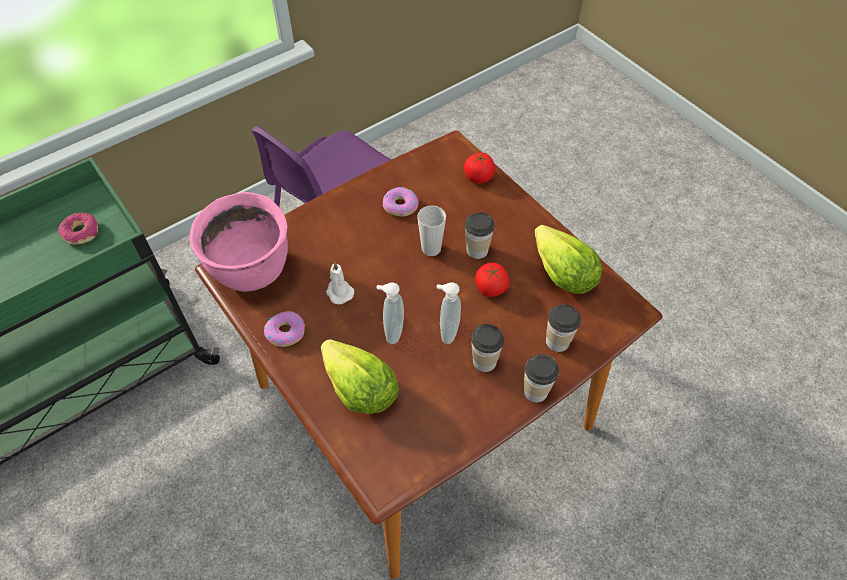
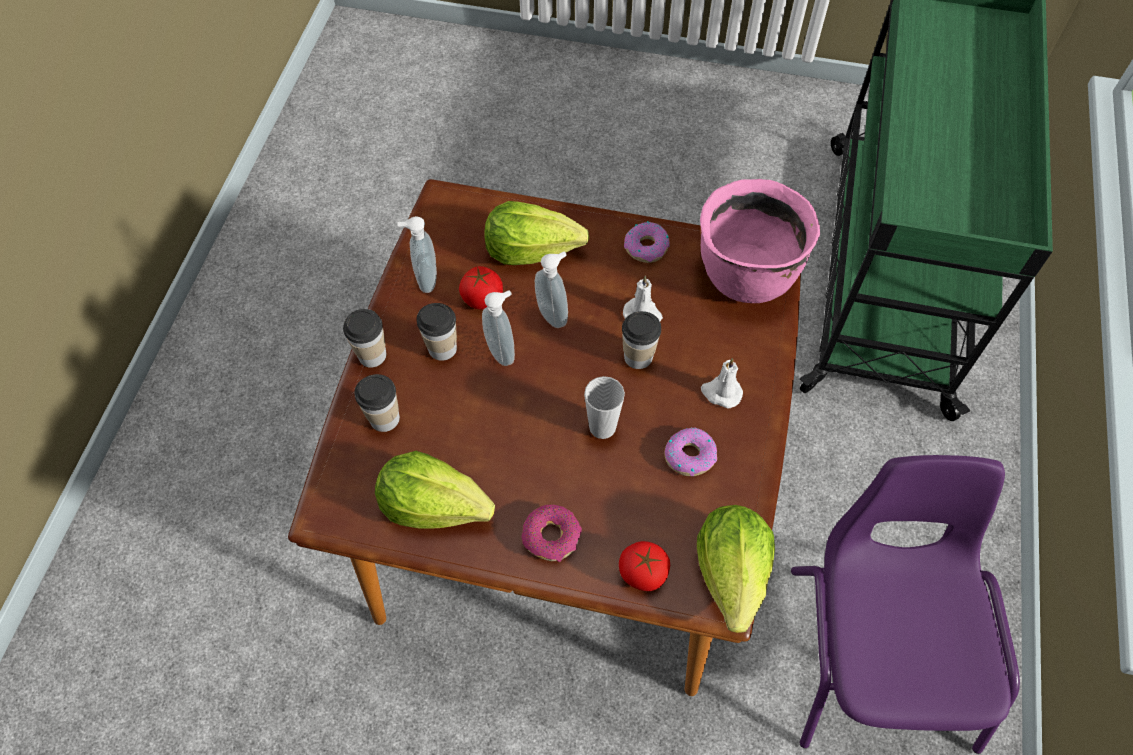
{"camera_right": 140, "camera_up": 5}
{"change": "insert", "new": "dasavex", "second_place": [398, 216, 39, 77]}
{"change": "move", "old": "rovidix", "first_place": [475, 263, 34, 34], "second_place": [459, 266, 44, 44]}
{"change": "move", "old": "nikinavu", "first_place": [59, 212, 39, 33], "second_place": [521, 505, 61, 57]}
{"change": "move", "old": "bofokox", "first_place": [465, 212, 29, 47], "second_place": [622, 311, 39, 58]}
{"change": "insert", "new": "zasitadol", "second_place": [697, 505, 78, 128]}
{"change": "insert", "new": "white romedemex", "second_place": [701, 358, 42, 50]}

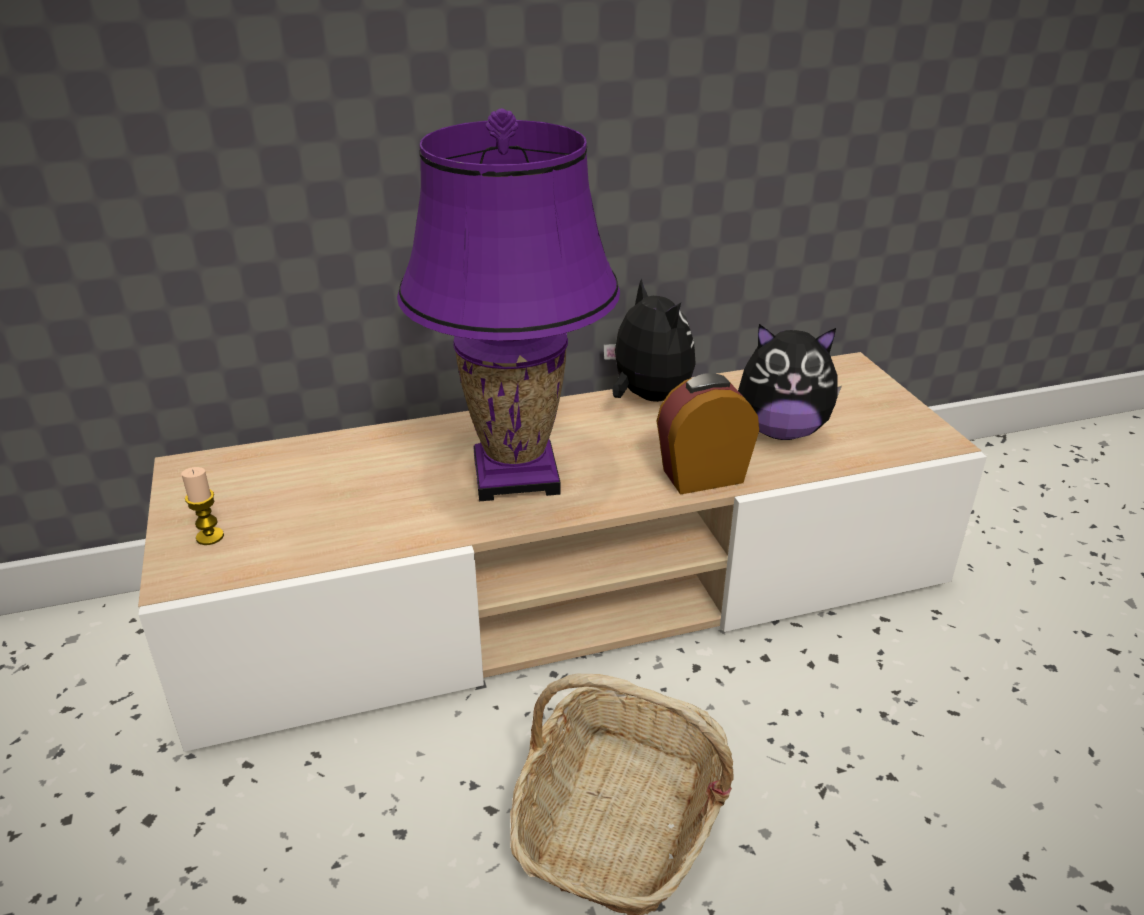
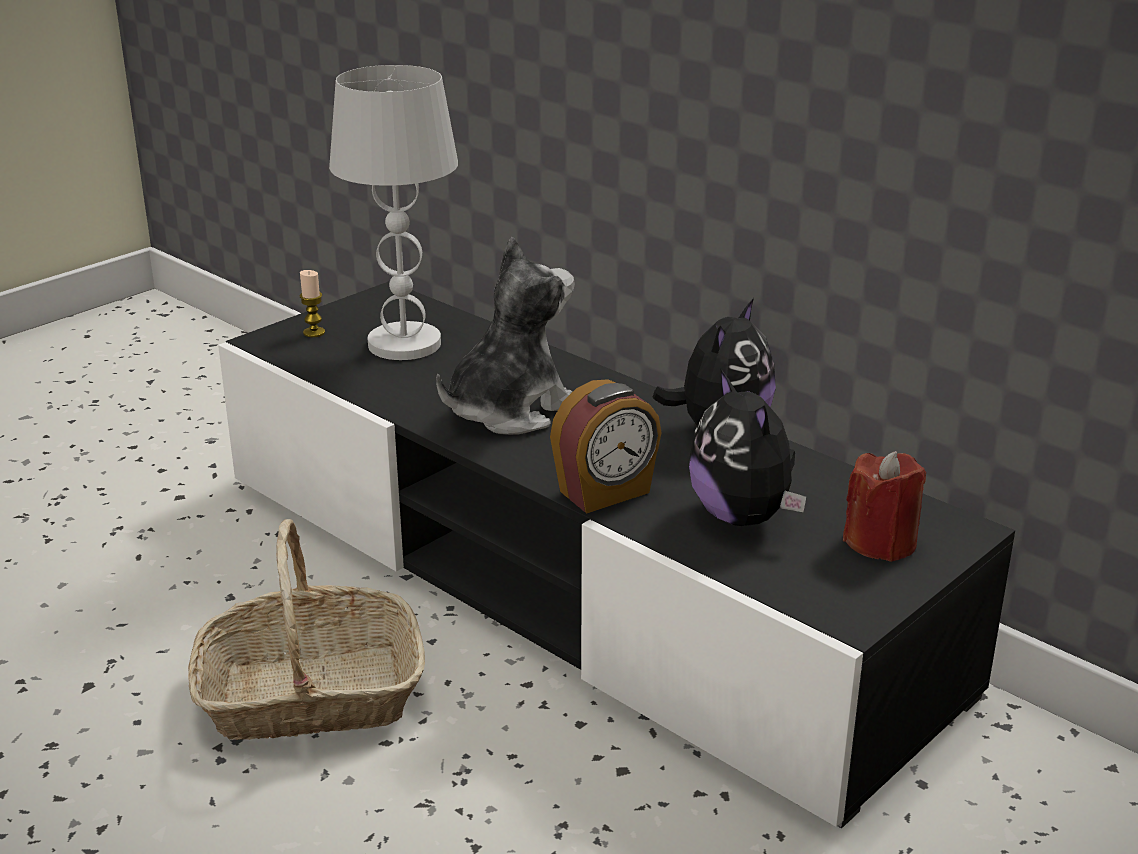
{"camera_right": 60, "camera_up": -5}
{"change": "recolor", "old": "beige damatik", "new": "black damatik", "first_place": [138, 352, 849, 400], "second_place": [218, 281, 797, 547]}
{"change": "insert", "new": "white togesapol", "second_place": [329, 65, 129, 295]}
{"change": "replace", "old": "purple togesapol", "new": "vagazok", "first_place": [397, 108, 223, 393], "second_place": [436, 237, 139, 198]}
{"change": "rotate", "old": "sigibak", "first_place": [657, 373, 102, 122], "second_place": [550, 379, 111, 135], "degrees": 105}
{"change": "insert", "new": "red romedemex", "second_place": [843, 451, 83, 111]}

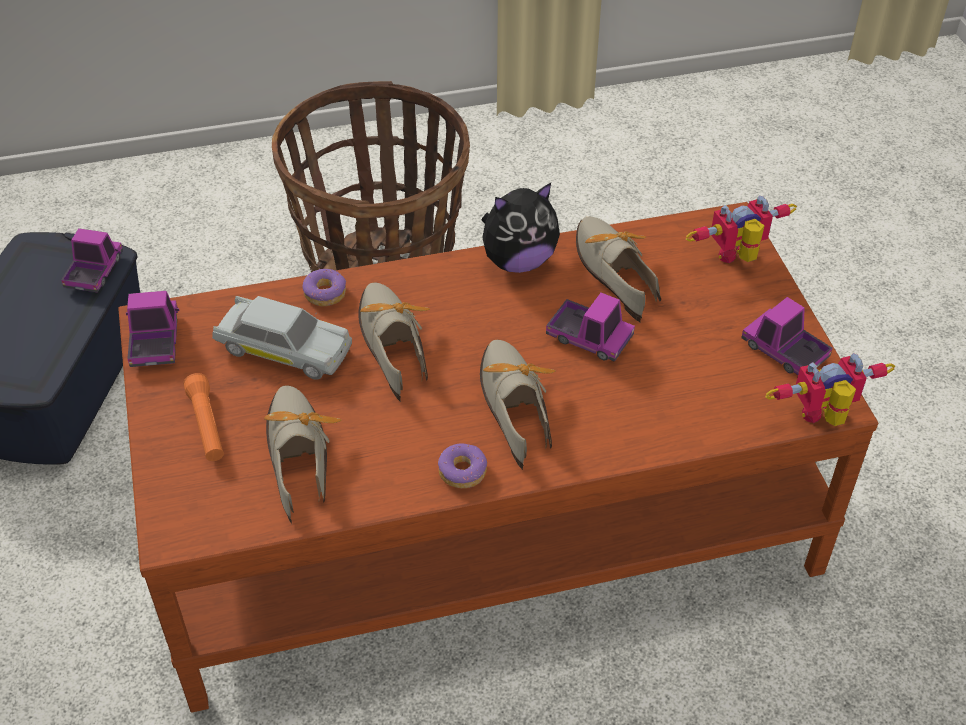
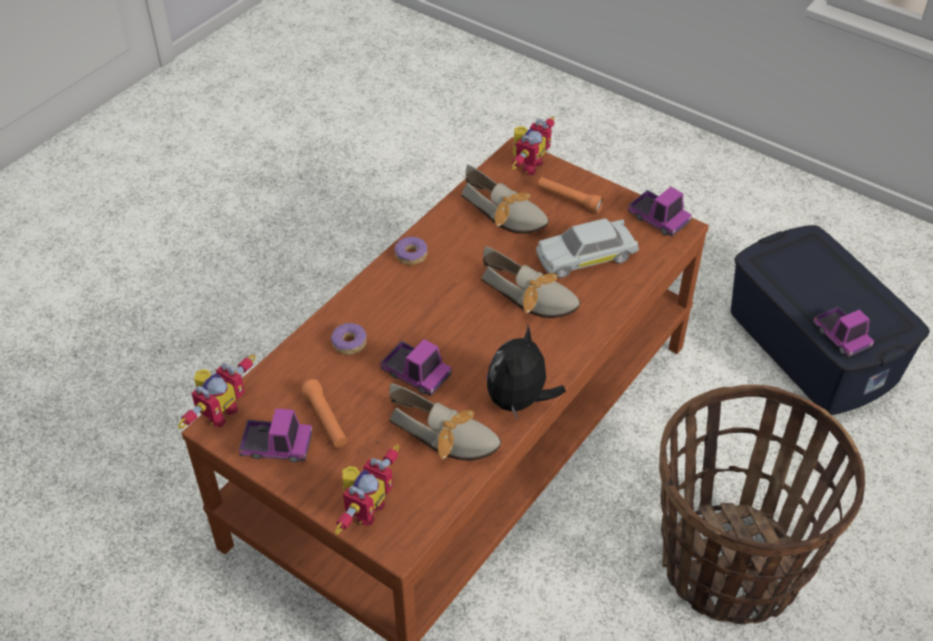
{"camera_right": 140, "camera_up": 0}
{"change": "insert", "new": "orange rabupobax", "second_place": [301, 379, 46, 69]}
{"change": "move", "old": "nikinavu", "first_place": [302, 269, 45, 37], "second_place": [331, 322, 36, 33]}
{"change": "rotate", "old": "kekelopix", "first_place": [546, 293, 89, 69], "second_place": [380, 339, 72, 57], "degrees": -135}
{"change": "insert", "new": "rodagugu", "second_place": [512, 116, 43, 59]}
{"change": "delete", "old": "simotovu", "first_place": [480, 340, 75, 130]}

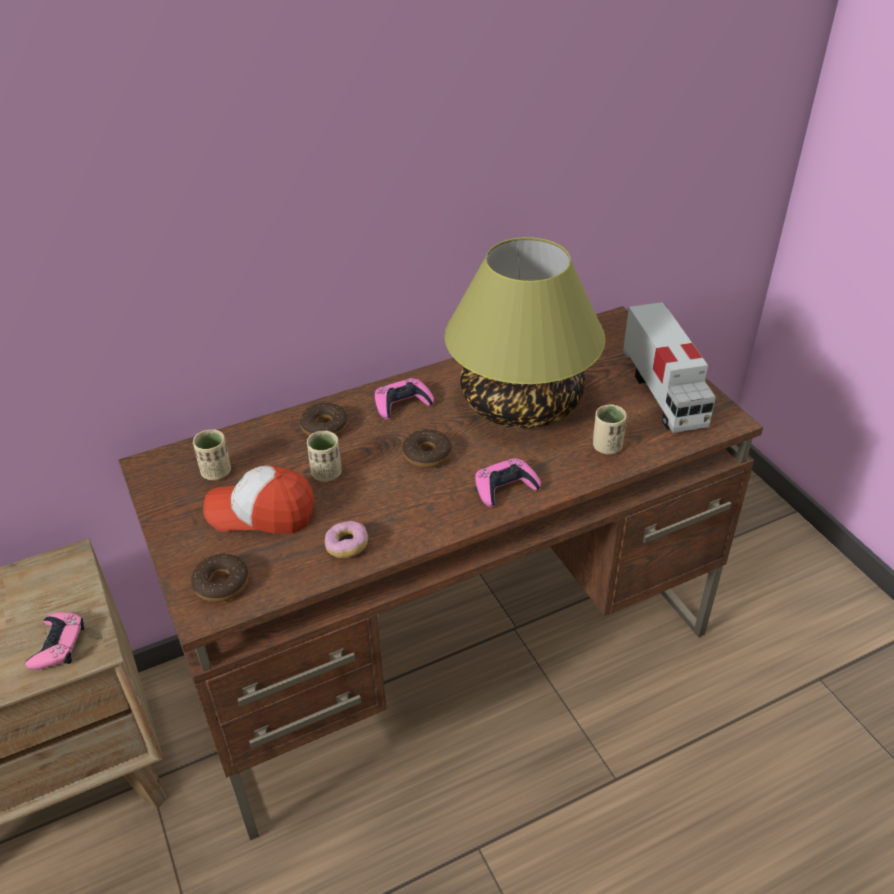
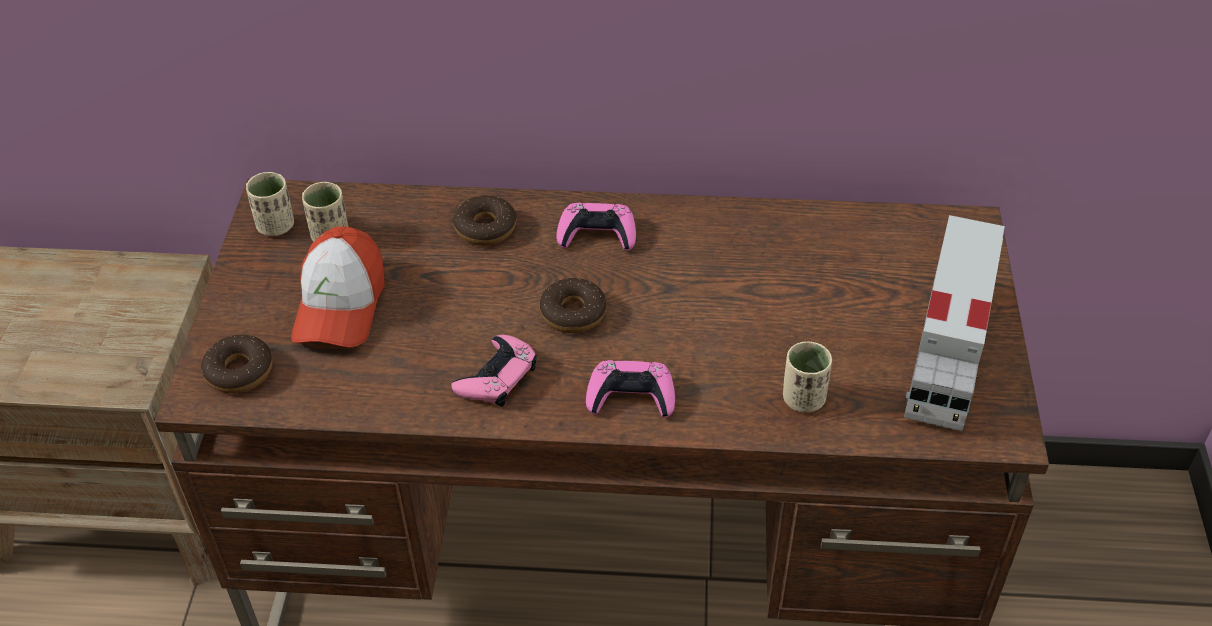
{"camera_right": 30, "camera_up": 5}
{"change": "move", "old": "beige bofokox", "first_place": [307, 431, 34, 51], "second_place": [246, 172, 48, 64]}
{"change": "rotate", "old": "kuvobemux", "first_place": [203, 465, 111, 69], "second_place": [291, 226, 94, 122], "degrees": -120}
{"change": "move", "old": "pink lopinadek", "first_place": [25, 612, 59, 58], "second_place": [451, 335, 86, 72]}
{"change": "delete", "old": "nikinavu", "first_place": [325, 521, 43, 37]}
{"change": "delete", "old": "togesapol", "first_place": [444, 237, 161, 191]}

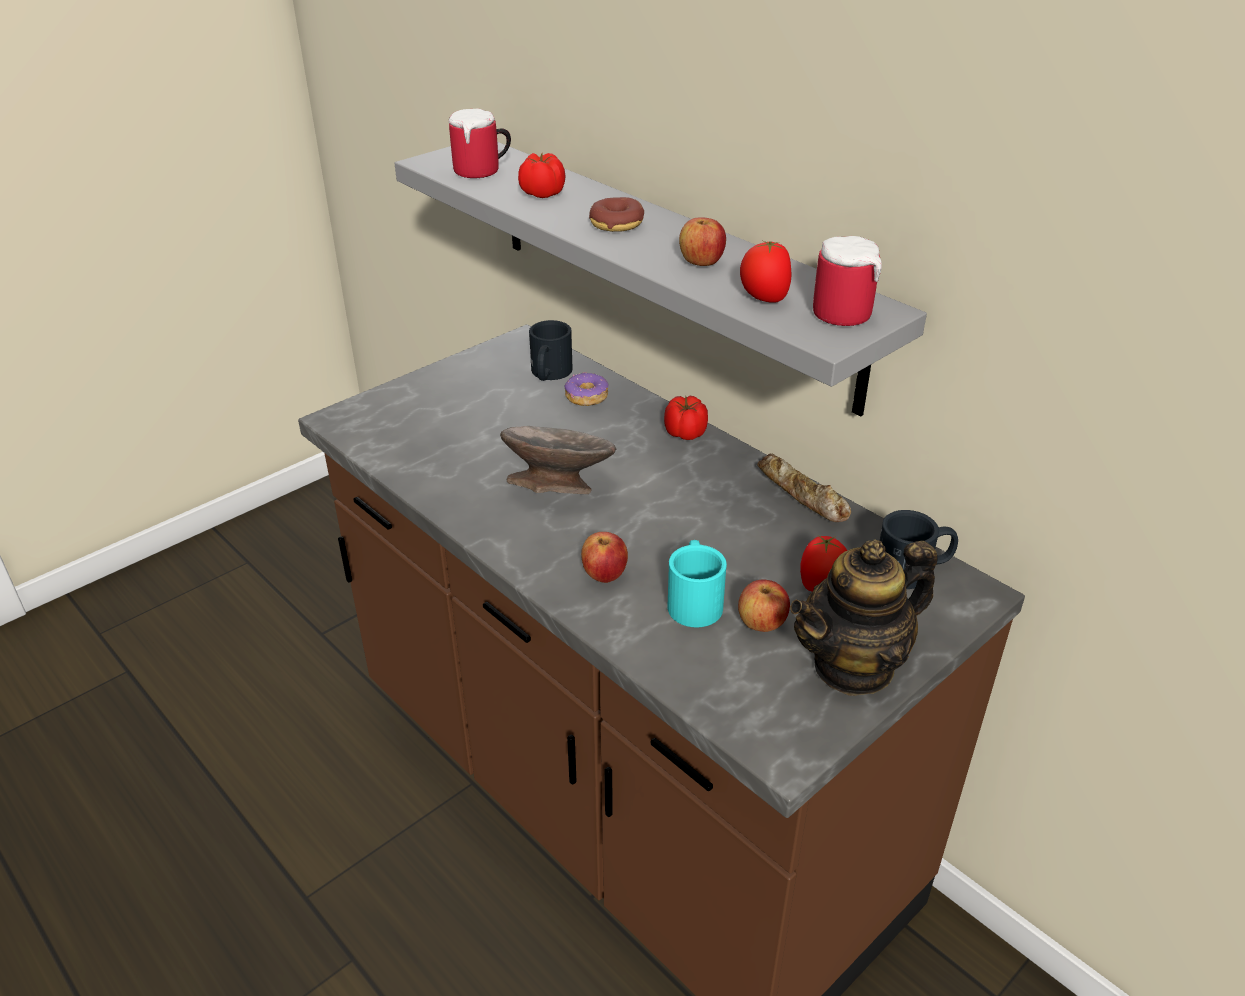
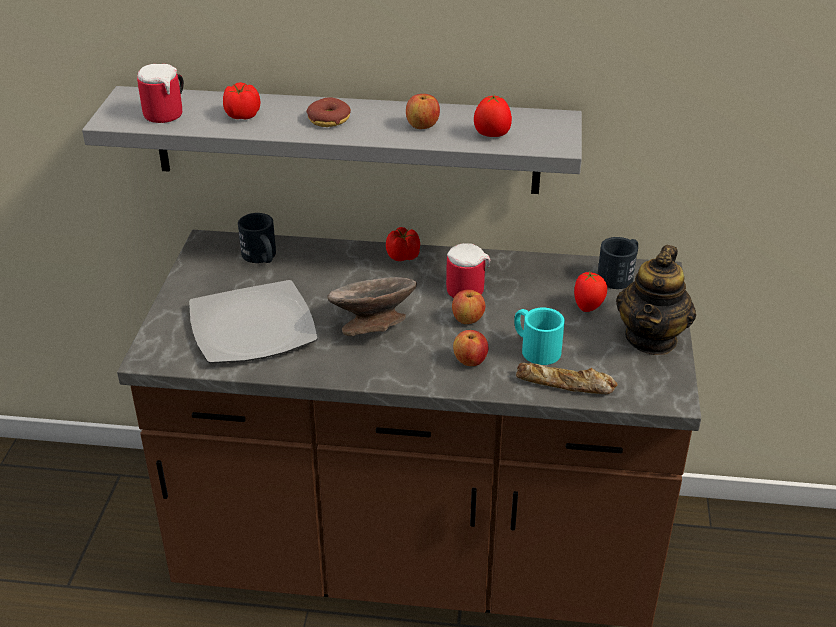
{"camera_right": -40, "camera_up": 0}
{"change": "insert", "new": "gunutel", "second_place": [189, 280, 129, 83]}
{"change": "move", "old": "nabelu", "first_place": [813, 236, 69, 90], "second_place": [446, 243, 44, 55]}
{"change": "move", "old": "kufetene", "first_place": [738, 579, 52, 53], "second_place": [452, 289, 33, 35]}
{"change": "move", "old": "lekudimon", "first_place": [757, 454, 94, 68], "second_place": [516, 363, 101, 31]}
{"change": "delete", "old": "nikinavu", "first_place": [565, 372, 44, 34]}

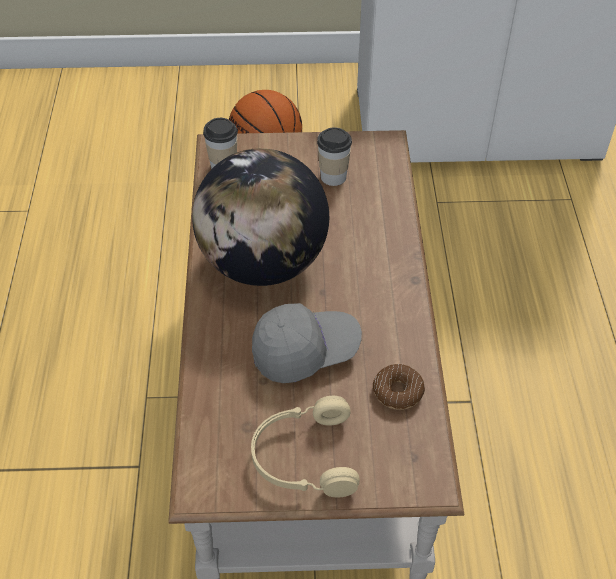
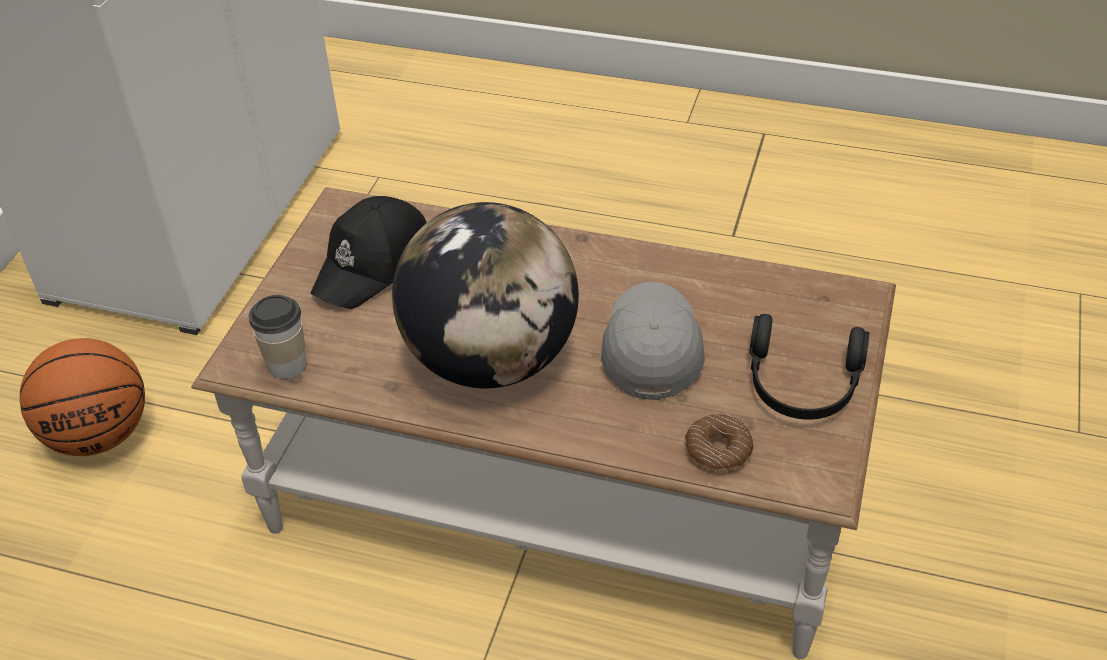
{"camera_right": -70, "camera_up": -5}
{"change": "replace", "old": "bofokox", "new": "black kuvobemux", "first_place": [317, 127, 35, 59], "second_place": [310, 196, 117, 113]}
{"change": "move", "old": "nikinavu", "first_place": [373, 364, 52, 46], "second_place": [685, 414, 69, 58]}
{"change": "recolor", "old": "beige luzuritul", "new": "black luzuritul", "first_place": [251, 396, 109, 101], "second_place": [749, 314, 120, 106]}

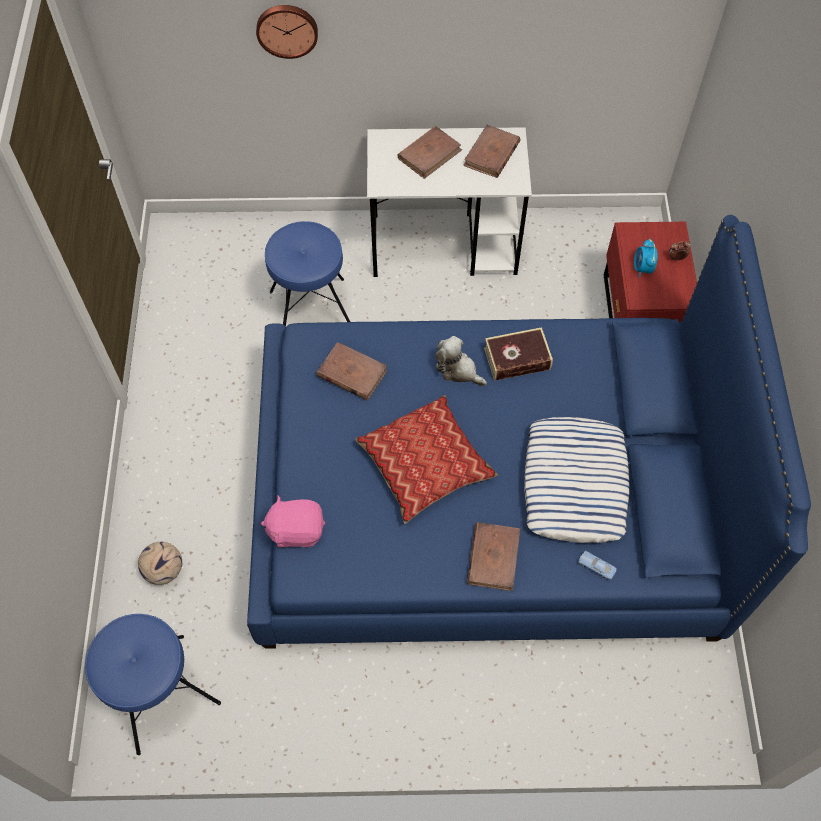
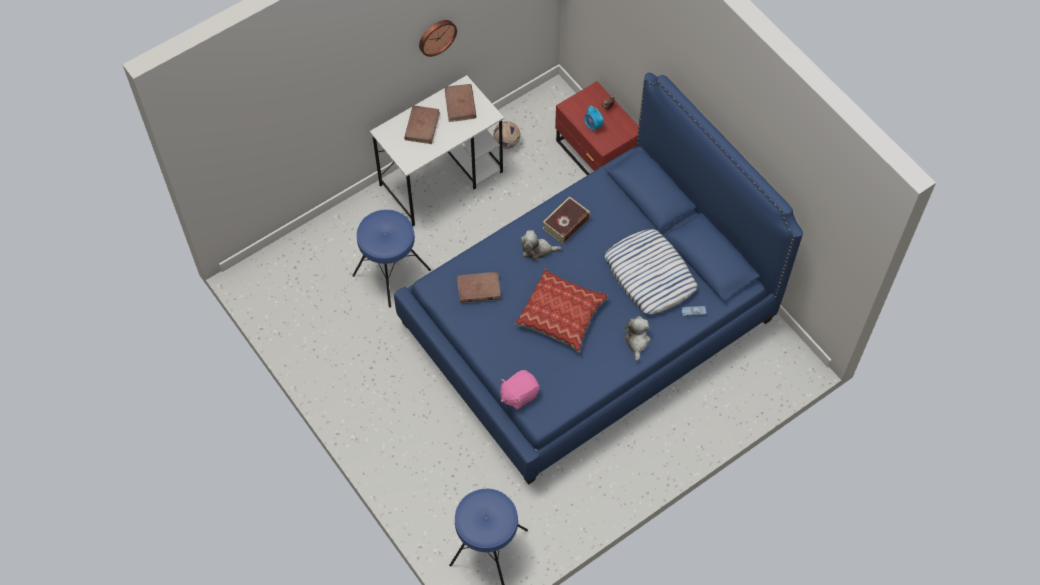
{"camera_right": -35, "camera_up": 0}
{"change": "move", "old": "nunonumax", "first_place": [256, 5, 62, 54], "second_place": [419, 20, 38, 37]}
{"change": "move", "old": "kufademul", "first_place": [138, 542, 44, 43], "second_place": [493, 121, 27, 28]}
{"change": "replace", "old": "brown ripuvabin", "new": "vagazok", "first_place": [467, 522, 53, 69], "second_place": [623, 316, 28, 45]}

